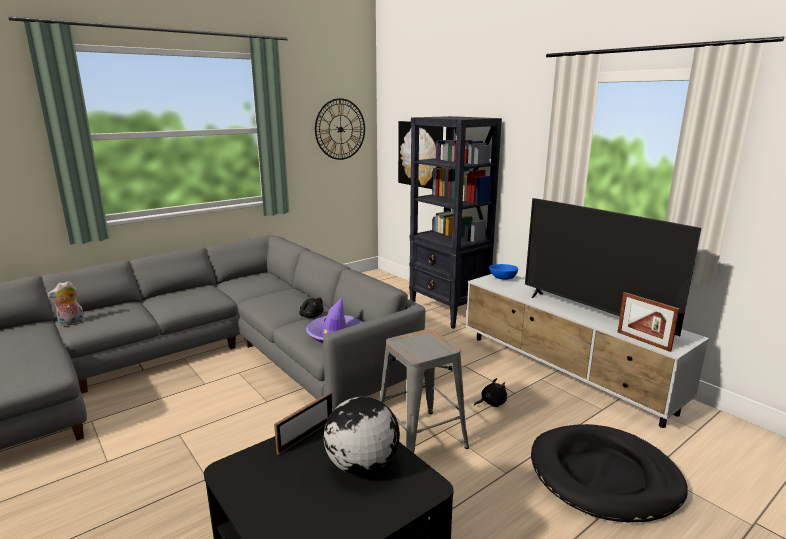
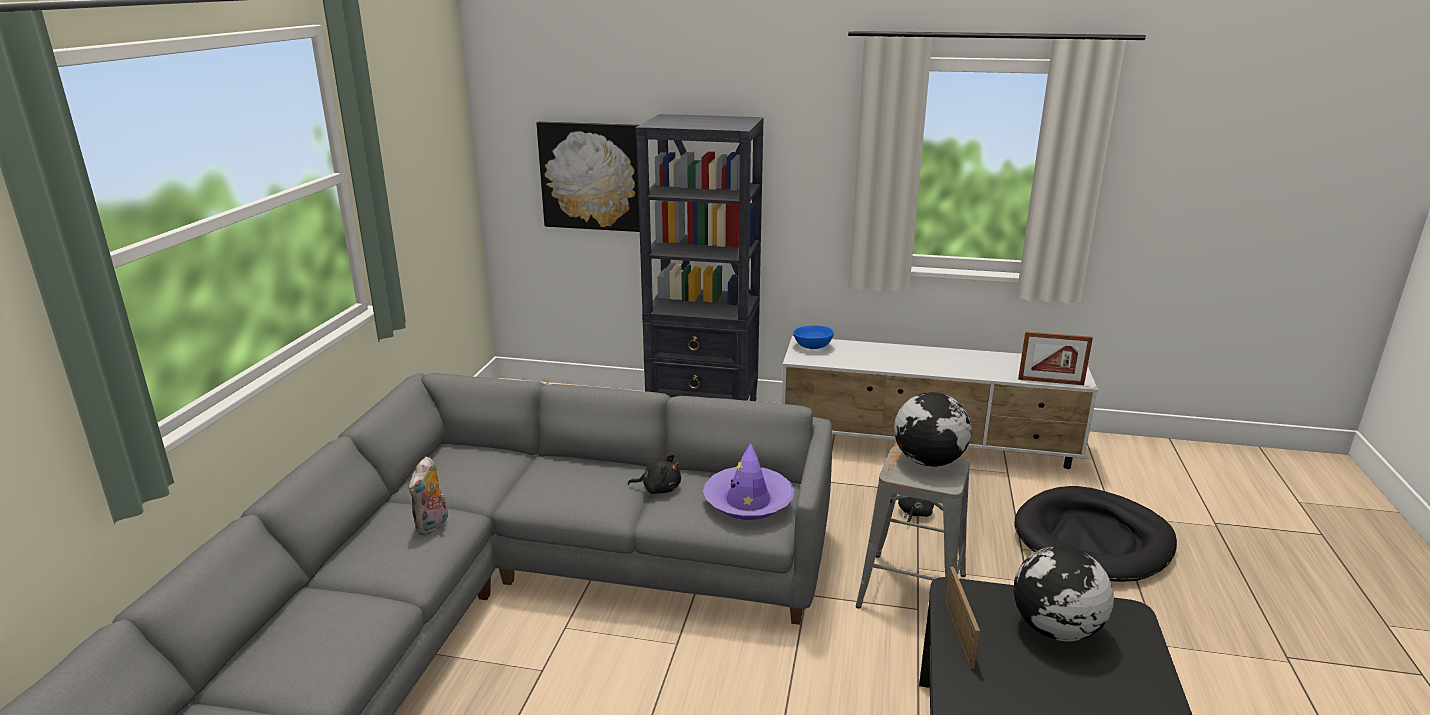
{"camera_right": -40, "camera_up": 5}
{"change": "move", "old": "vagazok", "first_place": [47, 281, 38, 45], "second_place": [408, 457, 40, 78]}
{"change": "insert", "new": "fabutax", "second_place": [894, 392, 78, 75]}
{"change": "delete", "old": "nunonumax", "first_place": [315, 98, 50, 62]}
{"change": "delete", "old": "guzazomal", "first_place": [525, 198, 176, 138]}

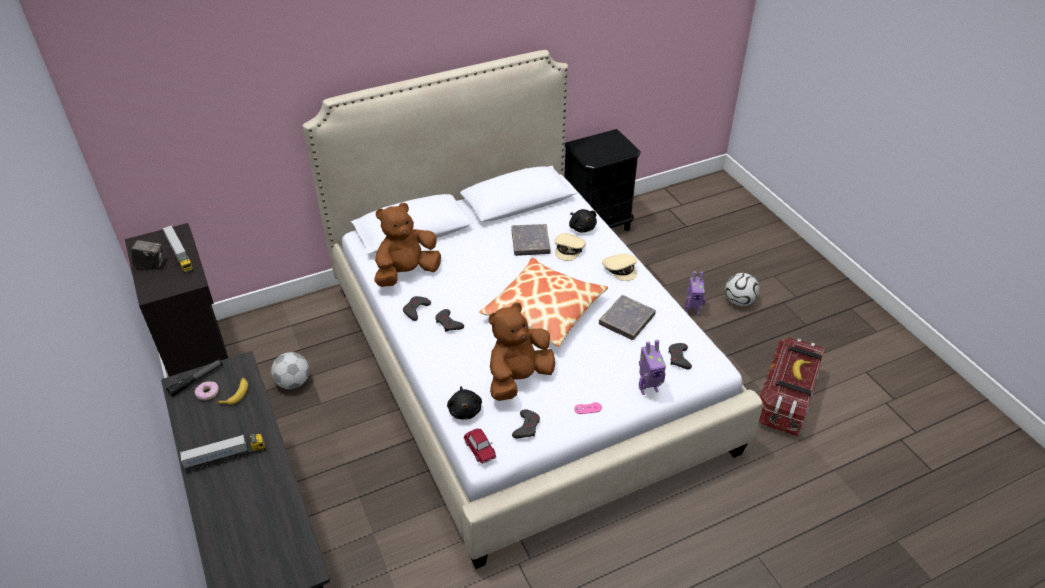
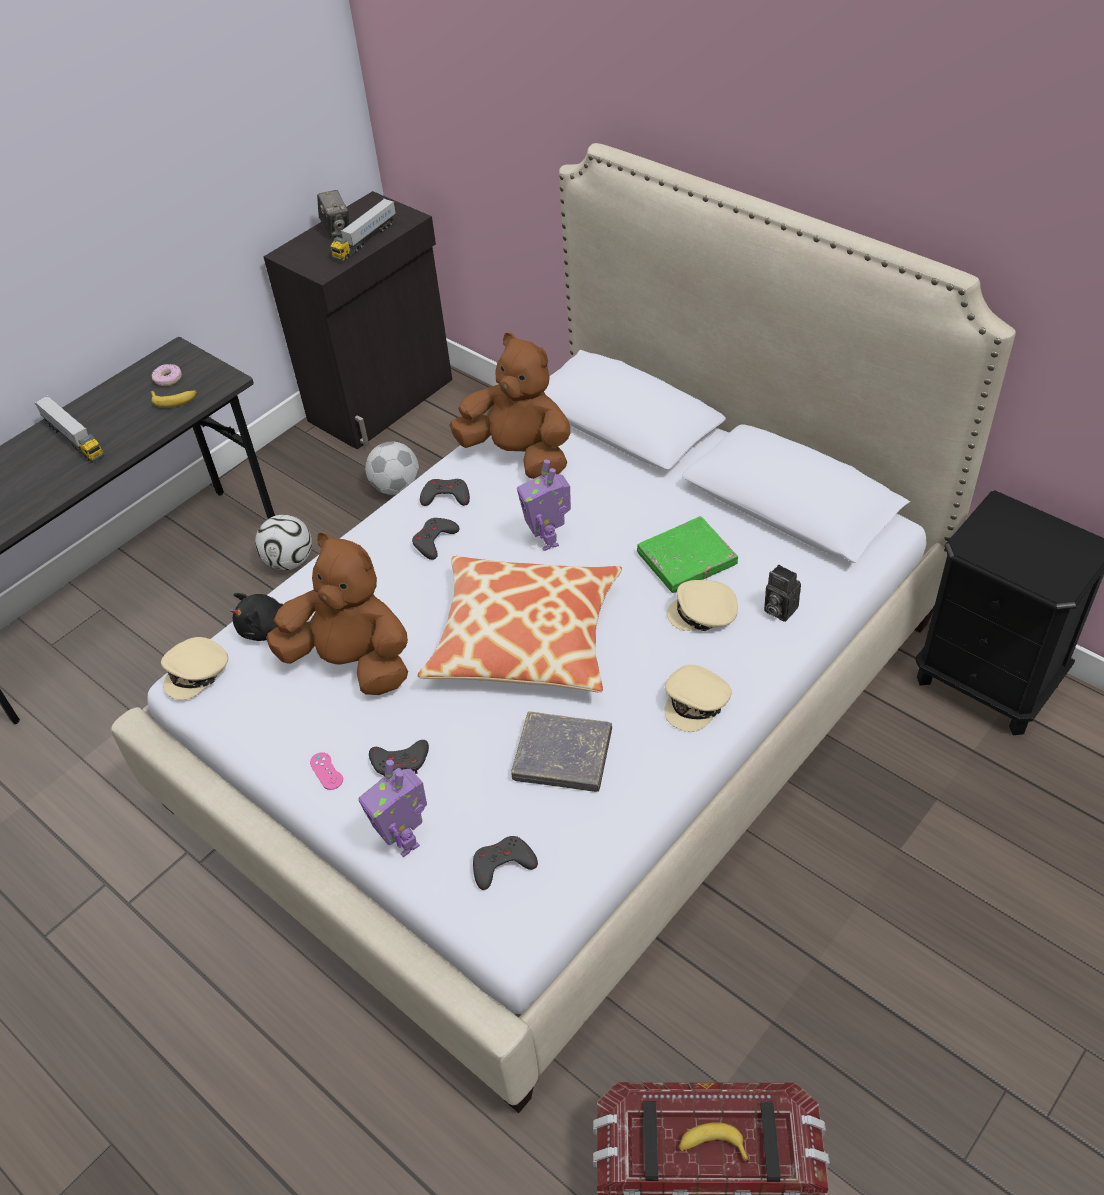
{"camera_right": 70, "camera_up": 5}
{"change": "replace", "old": "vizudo", "new": "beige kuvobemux", "first_place": [464, 428, 32, 36], "second_place": [161, 637, 67, 63]}
{"change": "move", "old": "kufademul", "first_place": [725, 273, 35, 33], "second_place": [255, 515, 57, 55]}
{"change": "move", "old": "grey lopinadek", "first_place": [512, 410, 28, 29], "second_place": [369, 740, 60, 37]}
{"change": "move", "old": "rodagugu", "first_place": [685, 272, 20, 43], "second_place": [517, 460, 54, 91]}
{"change": "recolor", "old": "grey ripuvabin", "new": "green ripuvabin", "first_place": [511, 224, 39, 32], "second_place": [637, 516, 101, 77]}
{"change": "replace", "old": "black vagazok", "new": "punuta", "first_place": [569, 209, 28, 23], "second_place": [764, 565, 37, 57]}
{"change": "delete", "old": "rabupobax", "first_place": [167, 359, 56, 38]}

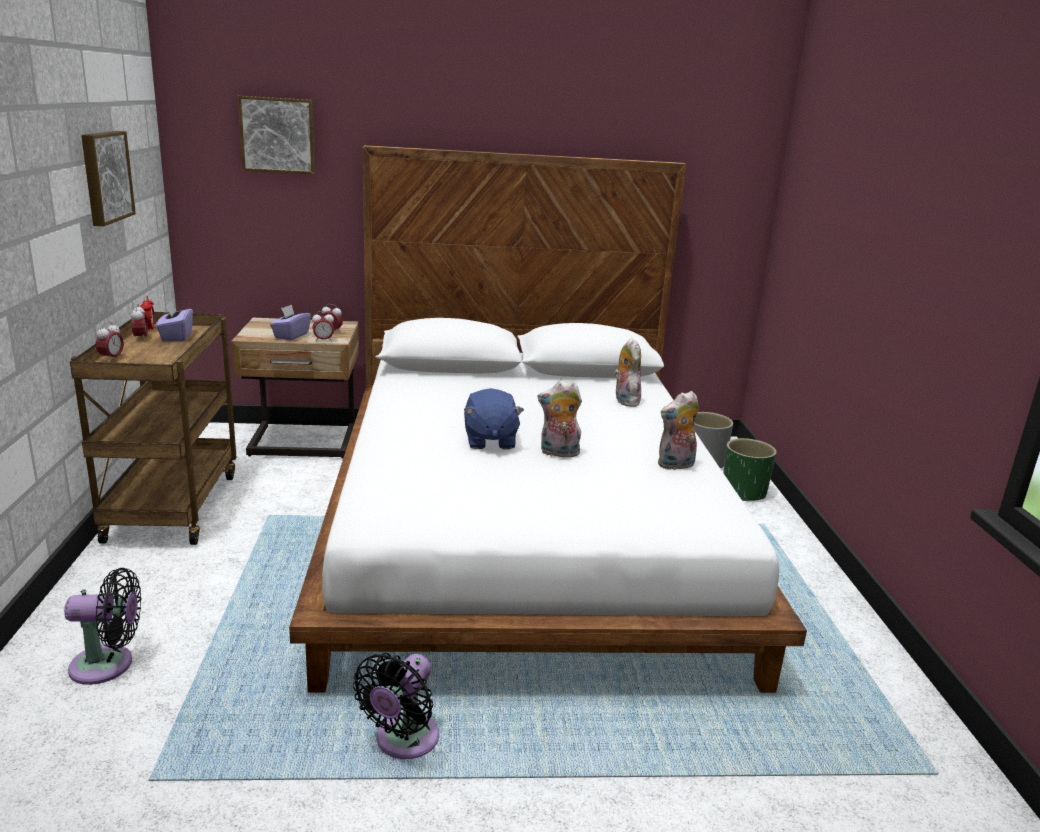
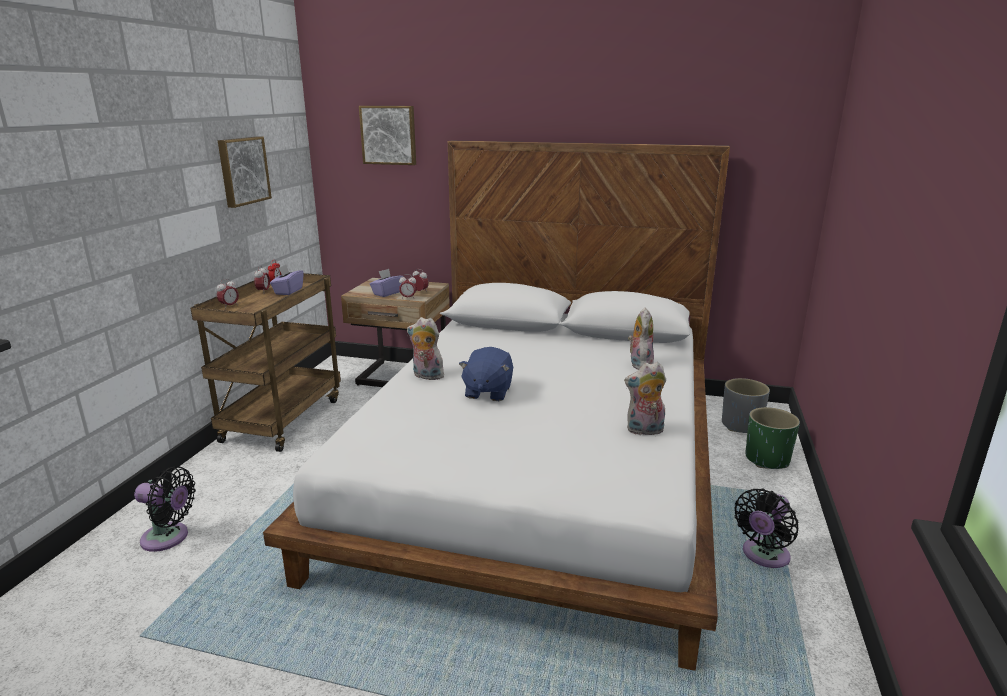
{"camera_right": 20, "camera_up": 0}
{"change": "move", "old": "vagazok", "first_place": [538, 381, 44, 76], "second_place": [407, 317, 39, 63]}
{"change": "move", "old": "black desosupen", "first_place": [353, 653, 86, 106], "second_place": [734, 488, 64, 80]}

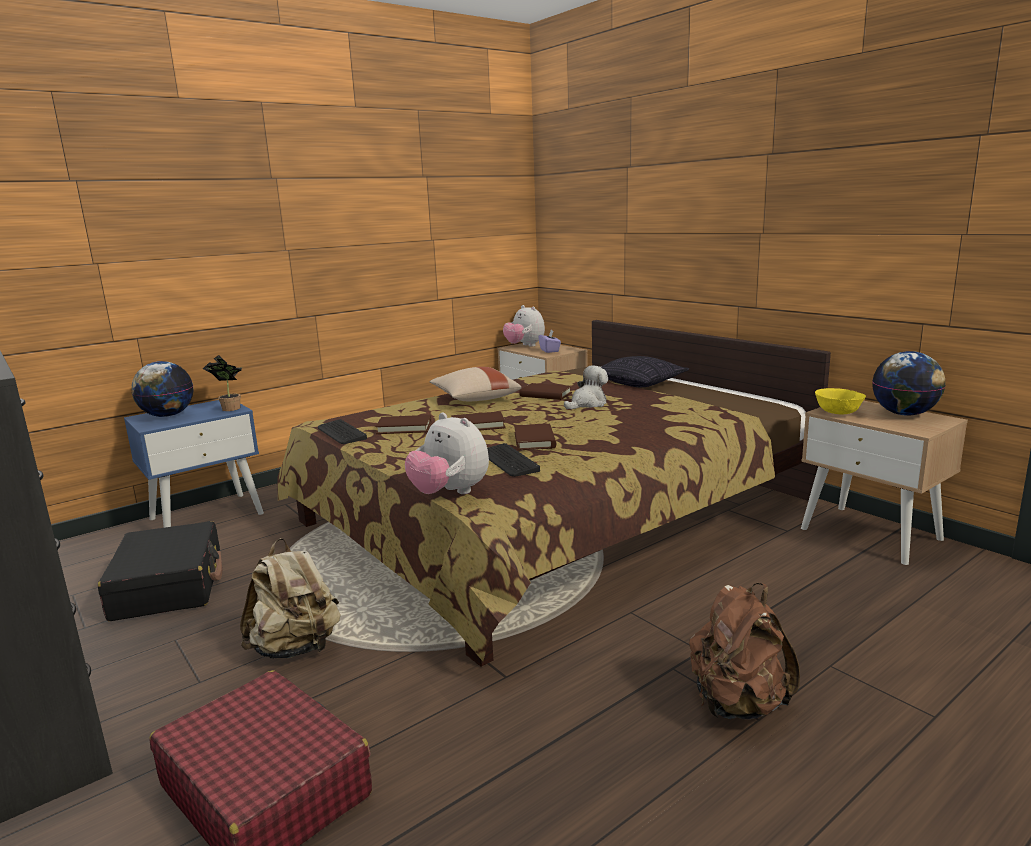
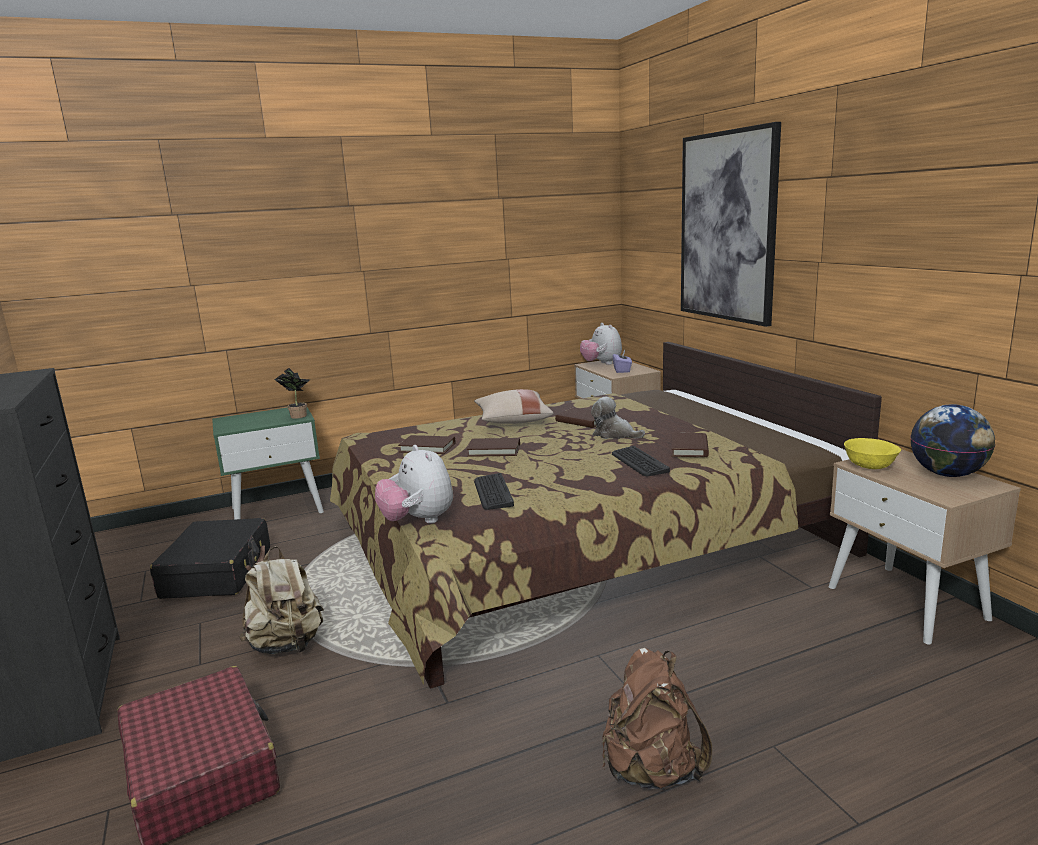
{"camera_right": 15, "camera_up": 0}
{"change": "recolor", "old": "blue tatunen", "new": "green tatunen", "first_place": [124, 400, 140, 128], "second_place": [212, 407, 112, 112]}
{"change": "rotate", "old": "vagazok", "first_place": [564, 365, 44, 44], "second_place": [591, 397, 54, 42], "degrees": -120}
{"change": "move", "old": "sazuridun", "first_place": [318, 419, 49, 25], "second_place": [612, 446, 58, 30]}
{"change": "move", "old": "brown ripuvabin", "first_place": [514, 424, 42, 26], "second_place": [671, 433, 38, 24]}
{"change": "insert", "new": "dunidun", "second_place": [681, 122, 100, 205]}
{"change": "delete", "old": "fabutax", "first_place": [131, 361, 62, 56]}
{"change": "delete", "old": "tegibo", "first_place": [601, 356, 88, 31]}

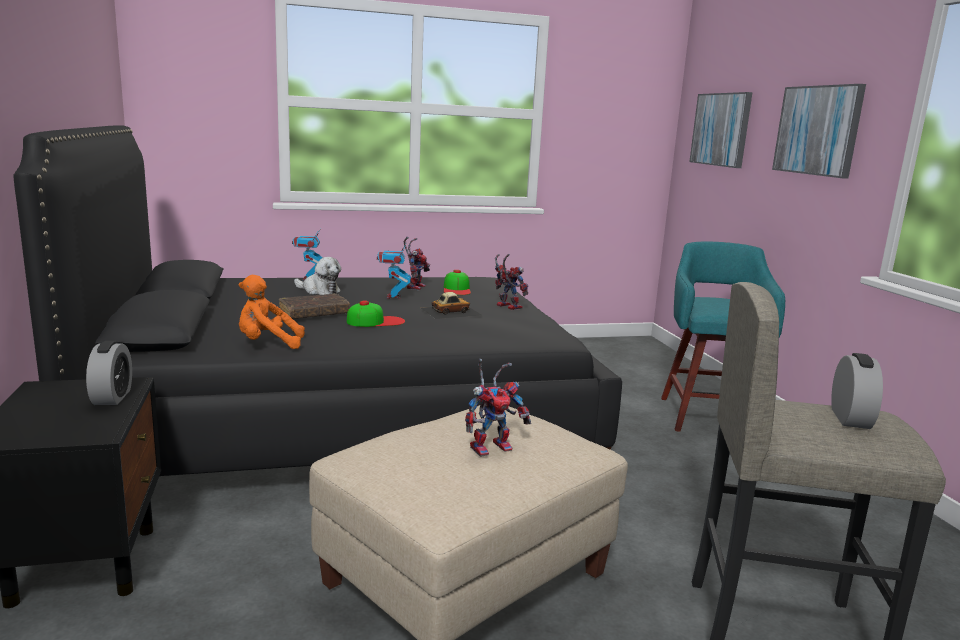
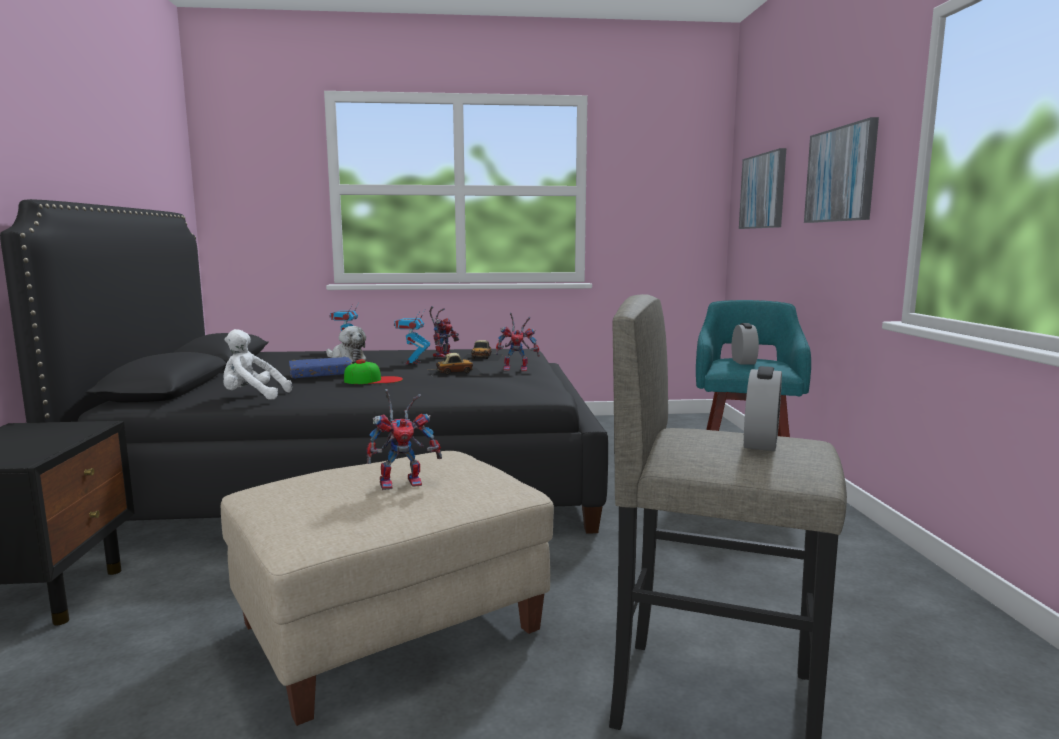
{"camera_right": 10, "camera_up": -5}
{"change": "recolor", "old": "orange vagazok", "new": "white vagazok", "first_place": [239, 275, 66, 74], "second_place": [223, 329, 69, 71]}
{"change": "recolor", "old": "brown ripuvabin", "new": "blue ripuvabin", "first_place": [279, 293, 71, 26], "second_place": [289, 357, 63, 22]}
{"change": "replace", "old": "kuvobemux", "new": "vizudo", "first_place": [444, 270, 27, 25], "second_place": [463, 340, 40, 21]}
{"change": "rotate", "old": "rodagugu", "first_place": [495, 254, 33, 56], "second_place": [496, 313, 44, 58], "degrees": 120}
{"change": "move", "old": "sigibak", "first_place": [86, 341, 46, 64], "second_place": [732, 323, 27, 42]}

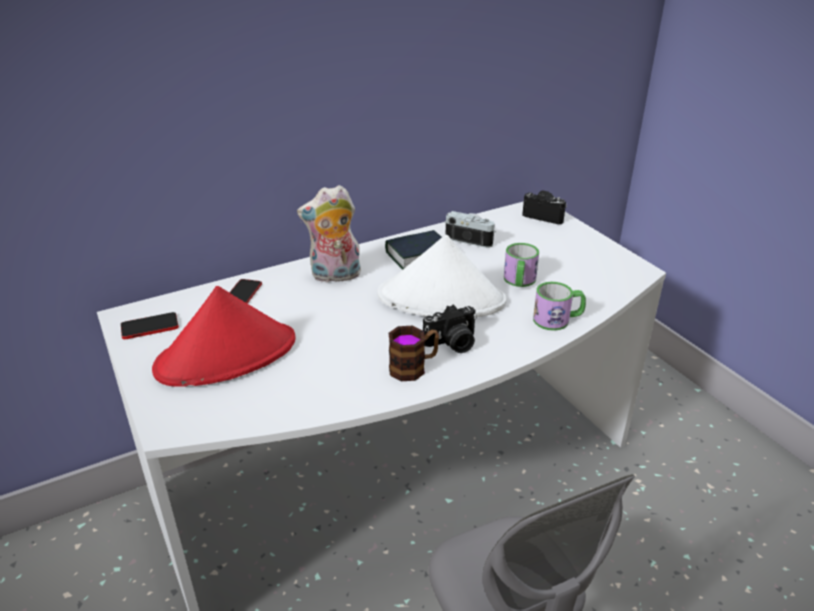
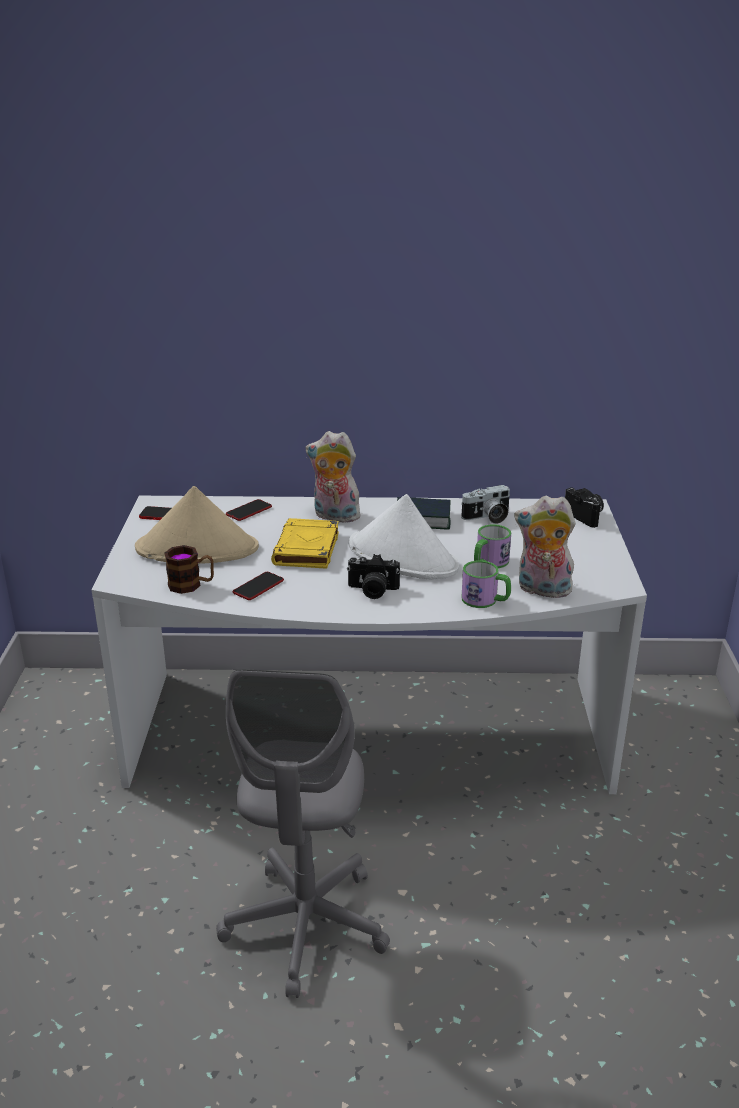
{"camera_right": 30, "camera_up": -5}
{"change": "recolor", "old": "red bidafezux", "new": "beige bidafezux", "first_place": [152, 286, 144, 101], "second_place": [135, 486, 124, 78]}
{"change": "move", "old": "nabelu", "first_place": [389, 326, 50, 55], "second_place": [164, 545, 50, 49]}
{"change": "insert", "new": "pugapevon", "second_place": [233, 572, 51, 28]}
{"change": "insert", "new": "yellow ripuvabin", "second_place": [271, 518, 68, 51]}
{"change": "rotate", "old": "punuta", "first_place": [444, 211, 52, 37], "second_place": [461, 485, 49, 39], "degrees": 105}
{"change": "insert", "new": "vagazok", "second_place": [514, 496, 62, 102]}

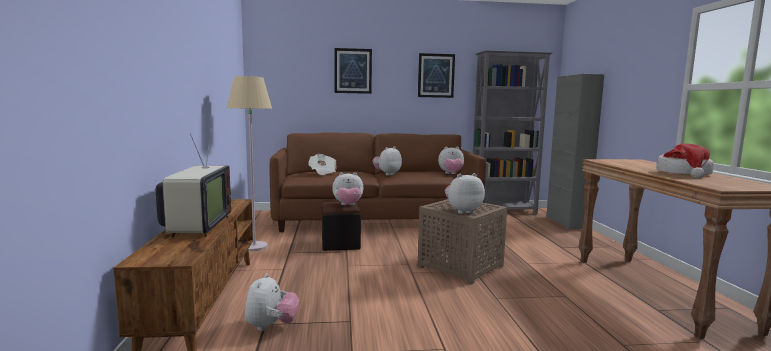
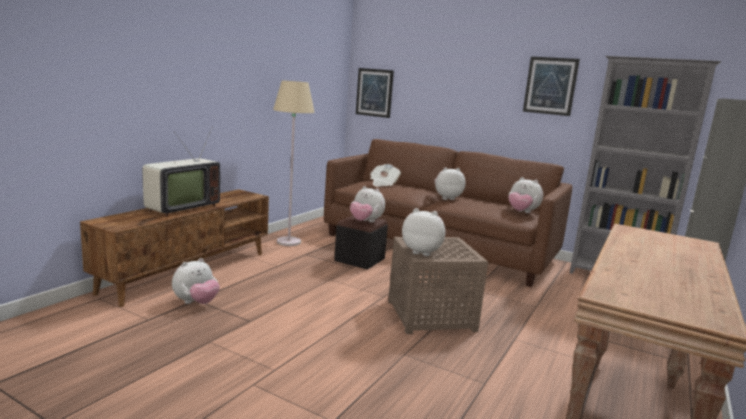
{"camera_right": 35, "camera_up": 5}
{"change": "move", "old": "dunidun", "first_place": [335, 48, 37, 46], "second_place": [356, 68, 38, 50]}
{"change": "delete", "old": "bidafezux", "first_place": [656, 143, 58, 36]}

